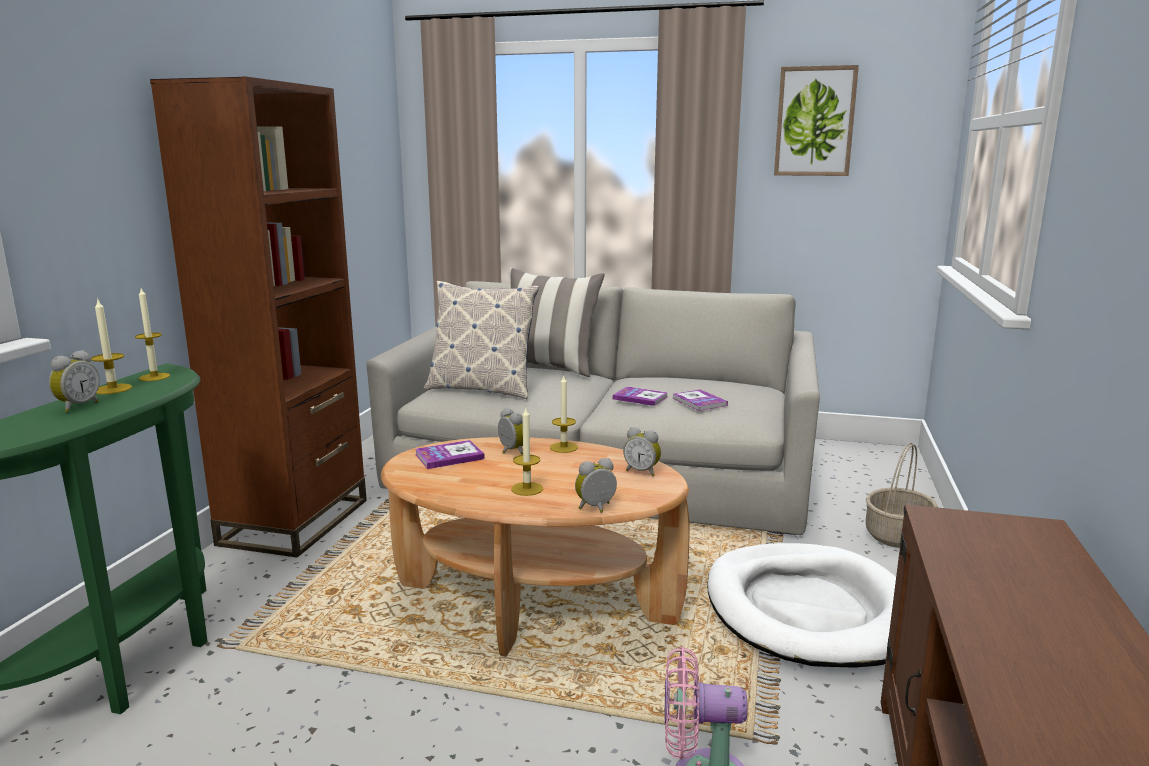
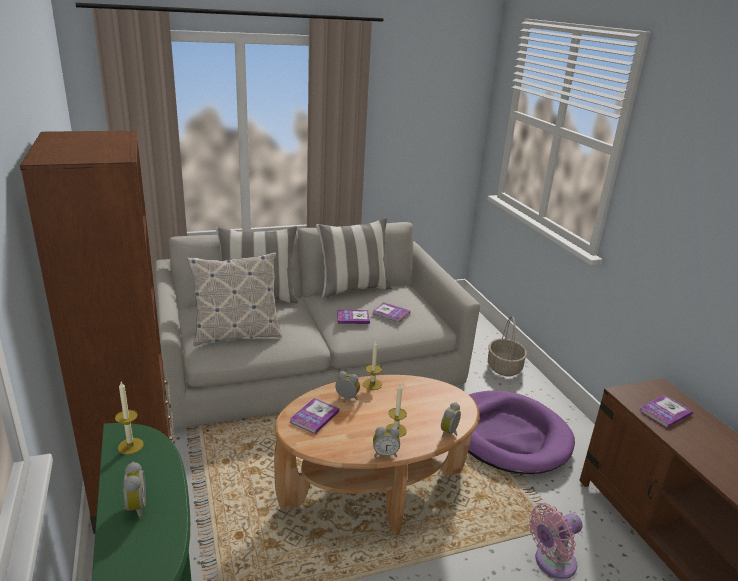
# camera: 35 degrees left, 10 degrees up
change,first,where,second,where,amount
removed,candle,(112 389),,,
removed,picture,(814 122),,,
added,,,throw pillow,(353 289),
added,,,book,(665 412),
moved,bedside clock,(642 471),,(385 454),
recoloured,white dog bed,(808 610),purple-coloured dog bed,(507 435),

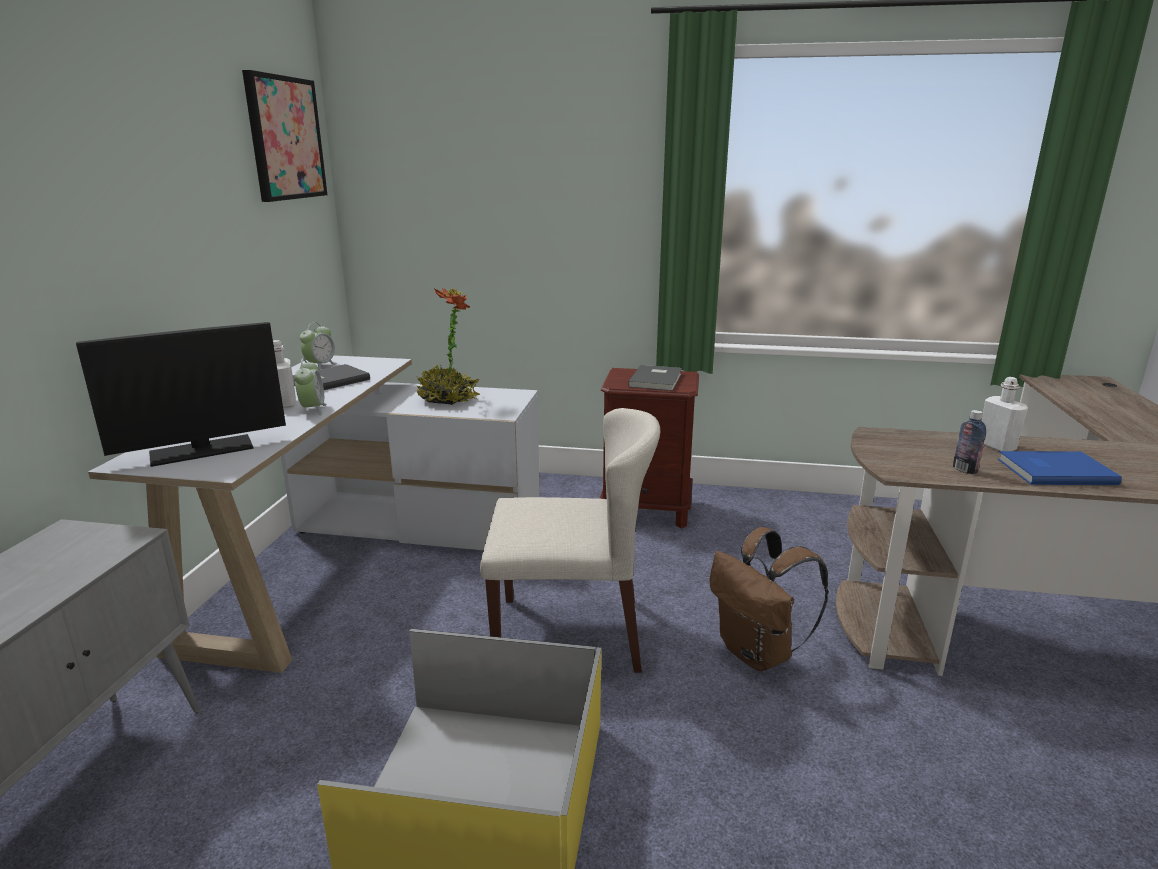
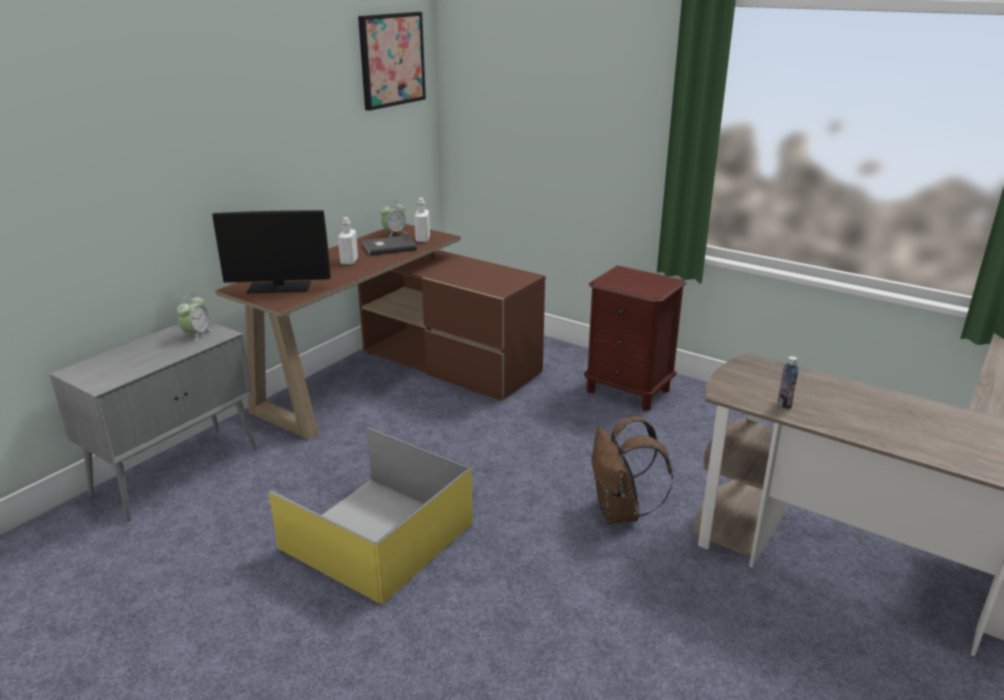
# camera: 25 degrees right, 5 degrees up
change,first,where,second,where,amount
removed,plant in a pot,(448 399),,,
removed,beige-coloured plain chair,(570 632),,,
removed,gray book,(657 380),,,
removed,blue book,(1053 470),,,
moved,bedside clock,(313 409),,(197 334),
moved,white beverage bottle,(996 446),,(422 239),
recoloured,white desk unit,(359 556),brownish desk unit,(395 378),

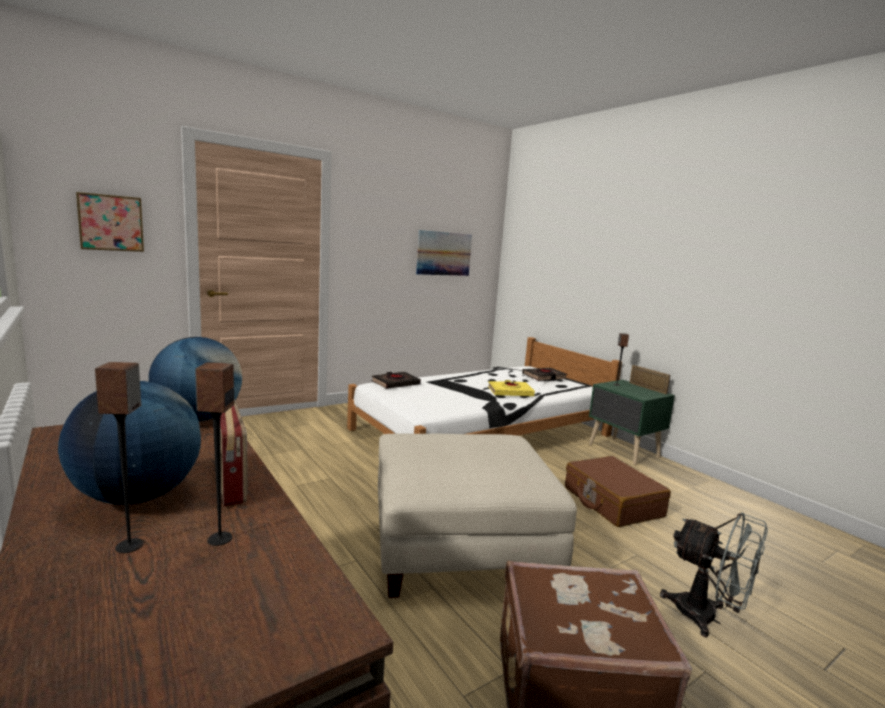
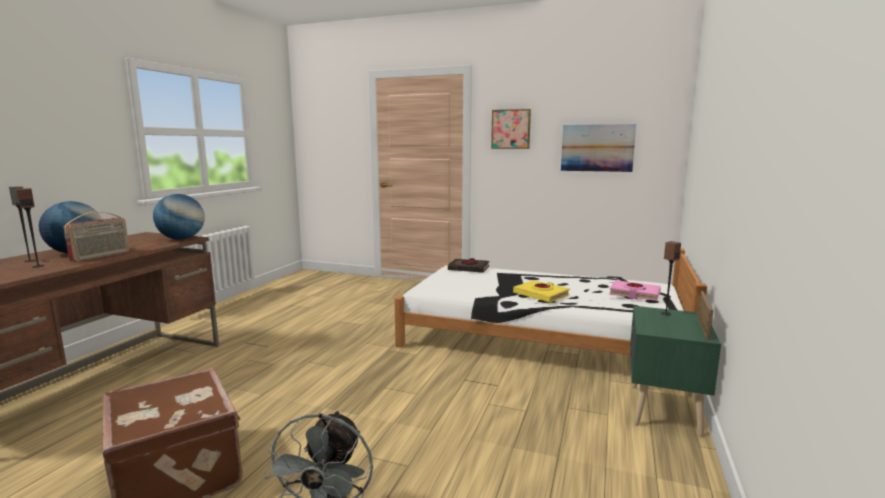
# camera: 55 degrees right, 0 degrees up
change,first,where,second,where,amount
removed,beige-coloured pouffe,(460 543),,,
removed,brownish piece of luggage,(612 502),,,
moved,picture,(111 223),,(511 129),
recoloured,blackish book,(544 377),pink book,(634 294),

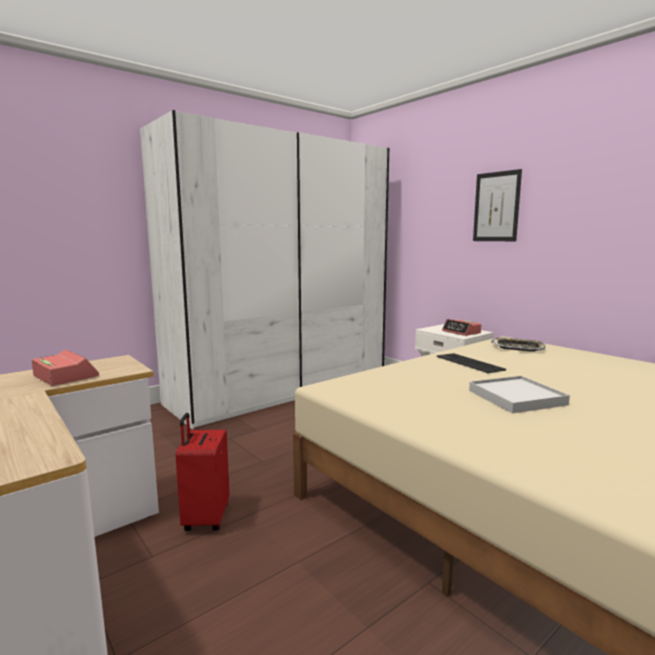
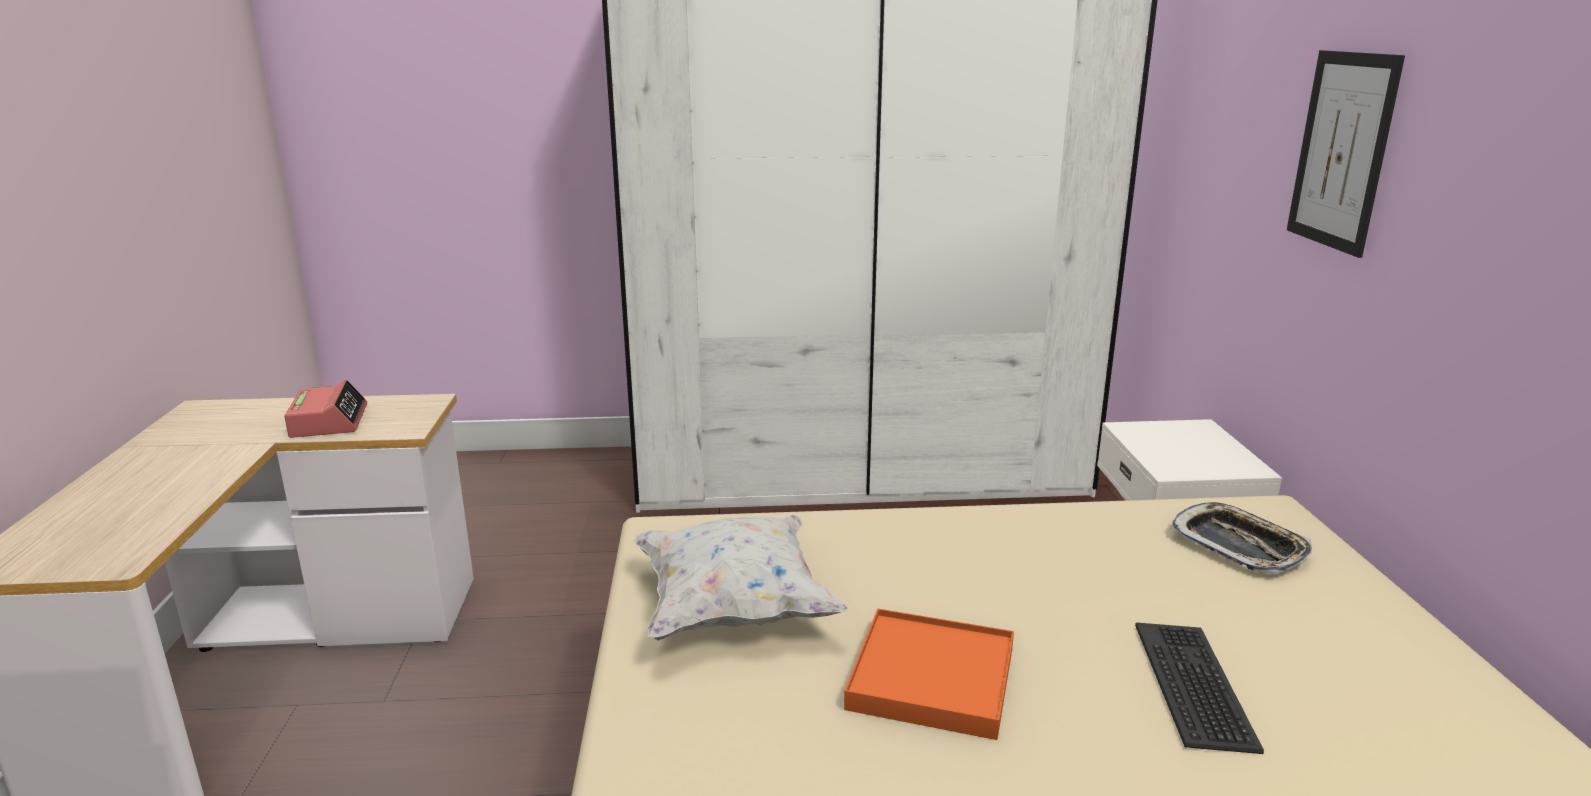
# camera: 35 degrees right, 10 degrees up
change,first,where,second,where,amount
removed,red-coloured piece of luggage,(205 518),,,
removed,bedside clock,(461 332),,,
added,,,white throw pillow,(733 608),
moved,PC keyboard,(470 363),,(1195 685),
recoloured,white serving tray,(516 397),orange serving tray,(931 678),

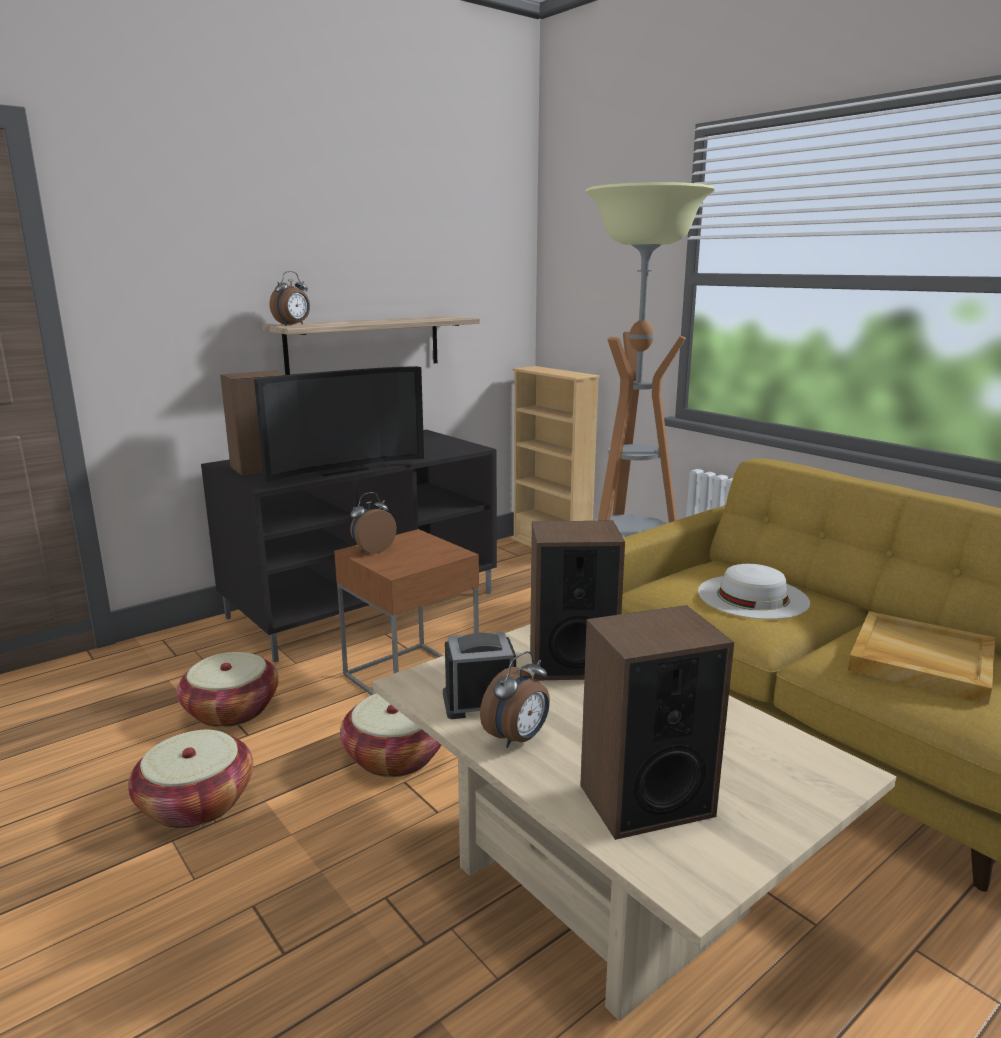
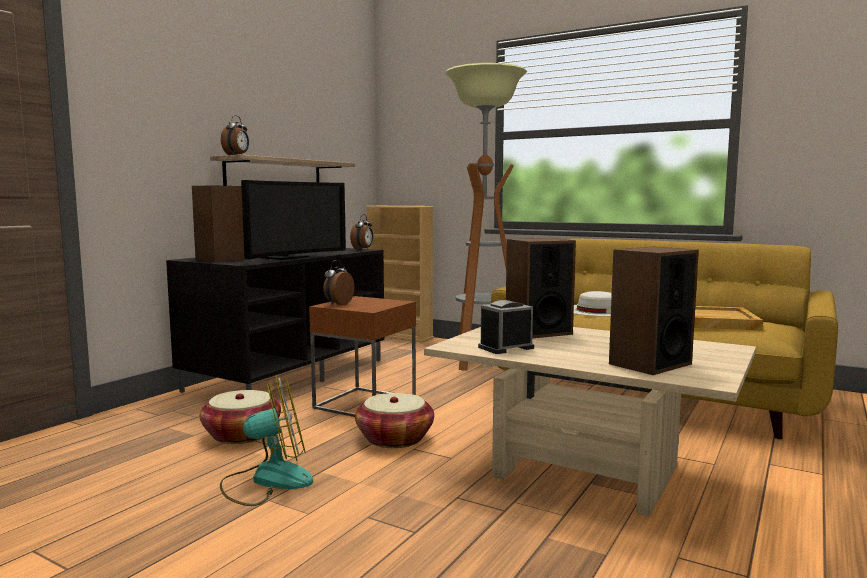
# camera: 20 degrees left, 10 degrees down
change,first,where,second,where,amount
moved,bedside clock,(518 738),,(363 249),
replaced,household basket,(196 803),fan,(267 480),

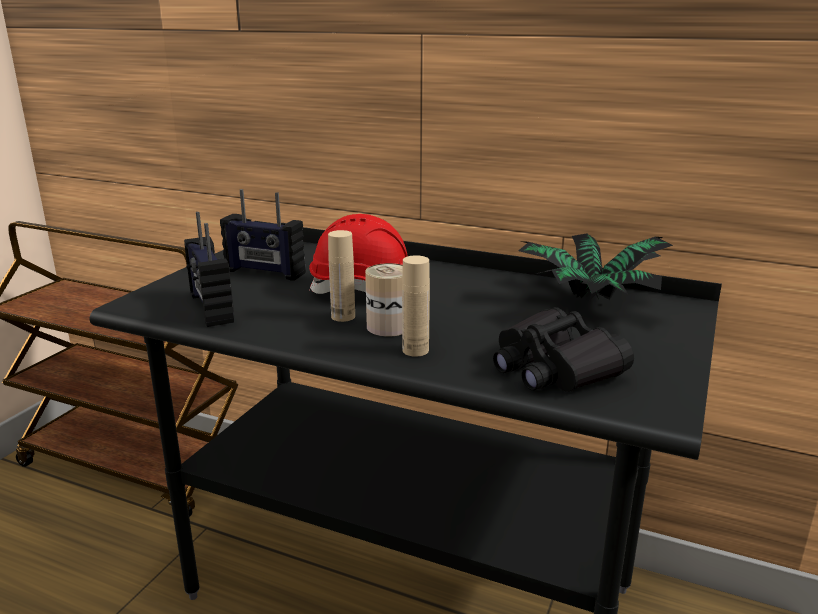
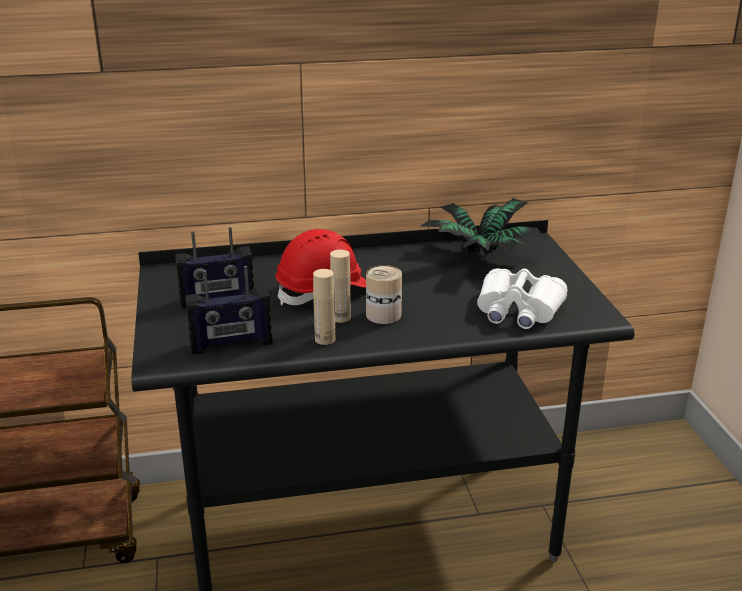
# camera: 35 degrees left, 5 degrees up
change,first,where,second,where,amount
moved,beige-coloured beverage bottle,(415 350),,(325 339),
recoloured,blackish field glasses,(553 368),white field glasses,(518 310),
turned,radio,(210 308),,(231 344),45 degrees counterclockwise

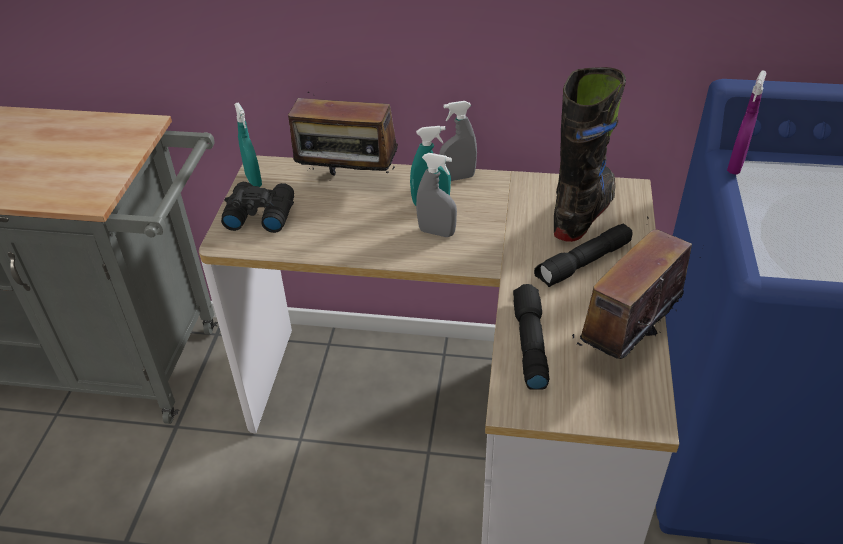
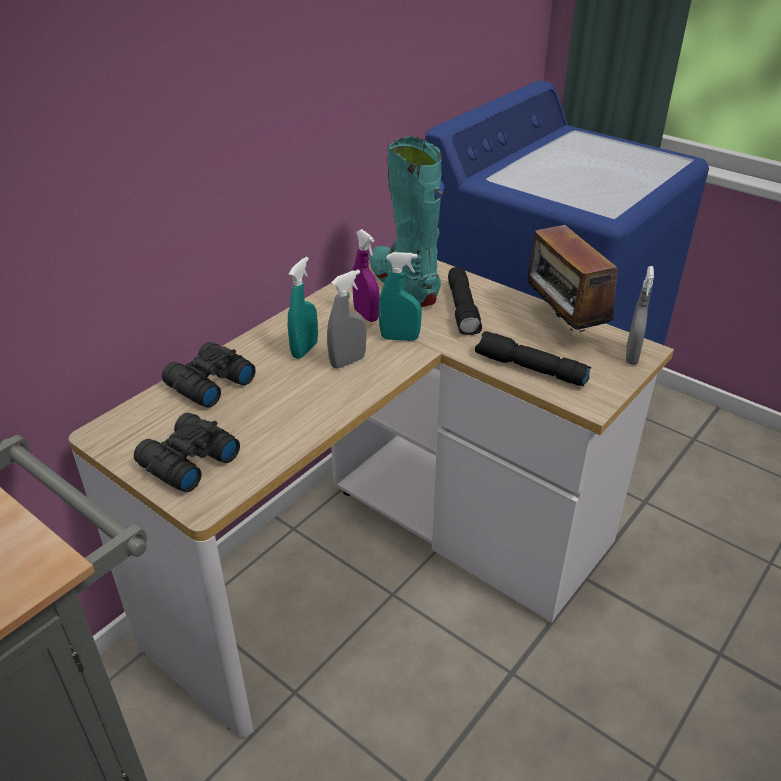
# camera: 60 degrees left, 5 degrees down
change,first,where,second,where,amount
moved,turquoise-coloured sprayer,(253 180),,(399 338),
moved,gray sprayer,(457 177),,(631 356),
moved,purple-coloured sprayer,(735 166),,(366 315),
replaced,radio,(347 181),blackish field glasses,(208 384),
recoloured,blackish high-top boot,(583 212),turquoise-coloured high-top boot,(404 285),

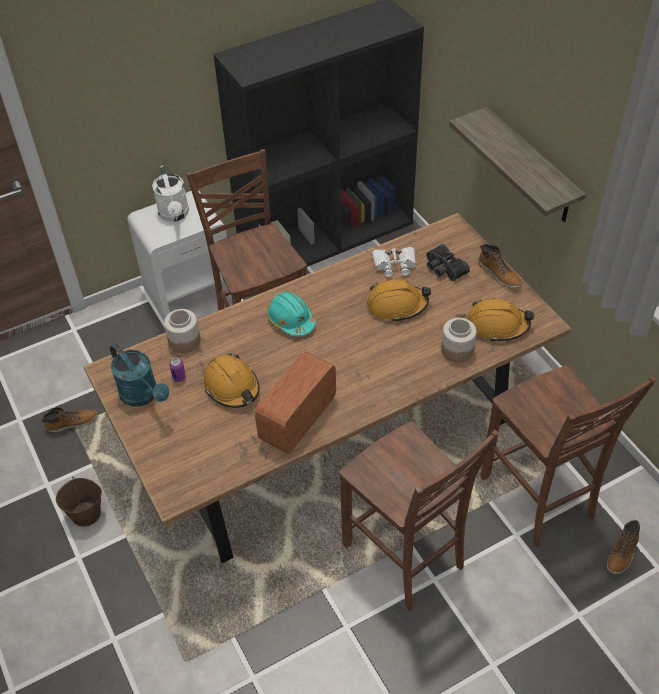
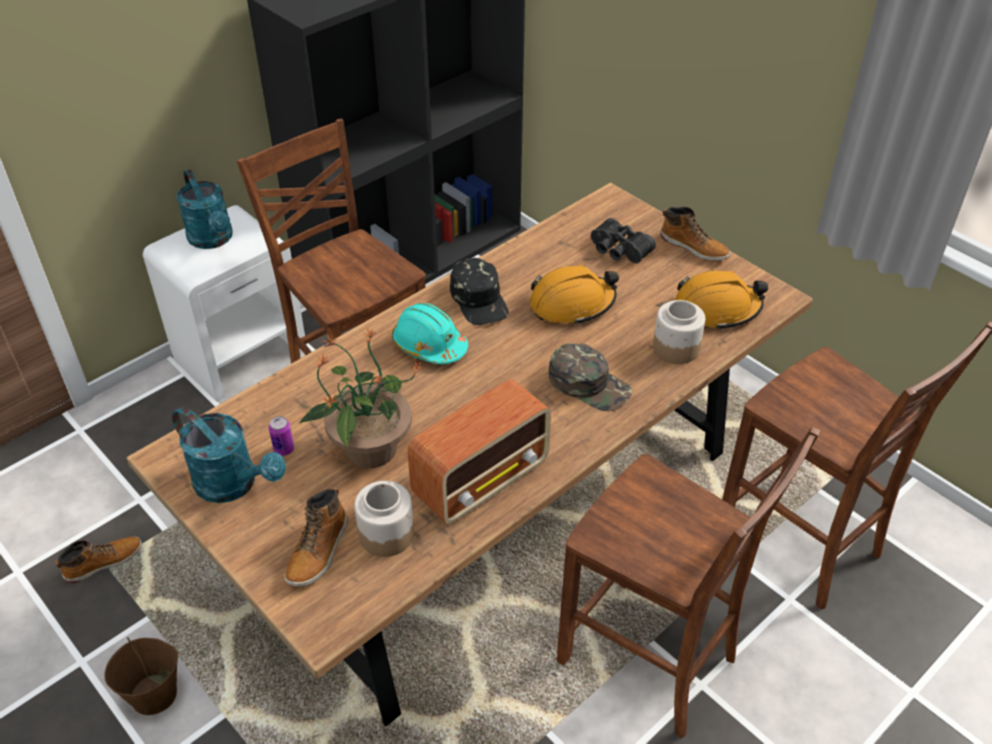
# camera: 15 degrees left, 5 degrees down
change,first,where,second,where,amount
removed,white field glasses,(394 264),,,
removed,wall shelf,(530 167),,,
added,,,blackish baseball cap,(479 299),
added,,,greenish baseball cap,(589 384),
moved,jar,(184 340),,(386 534),
moved,high-top boot,(622 553),,(319 551),
replaced,orange hard hat,(232 387),plant in a pot,(369 449),
recoloured,white watering can,(175 215),turquoise-coloured watering can,(213 240),
turned,radio,(297 420),,(482 479),150 degrees counterclockwise

